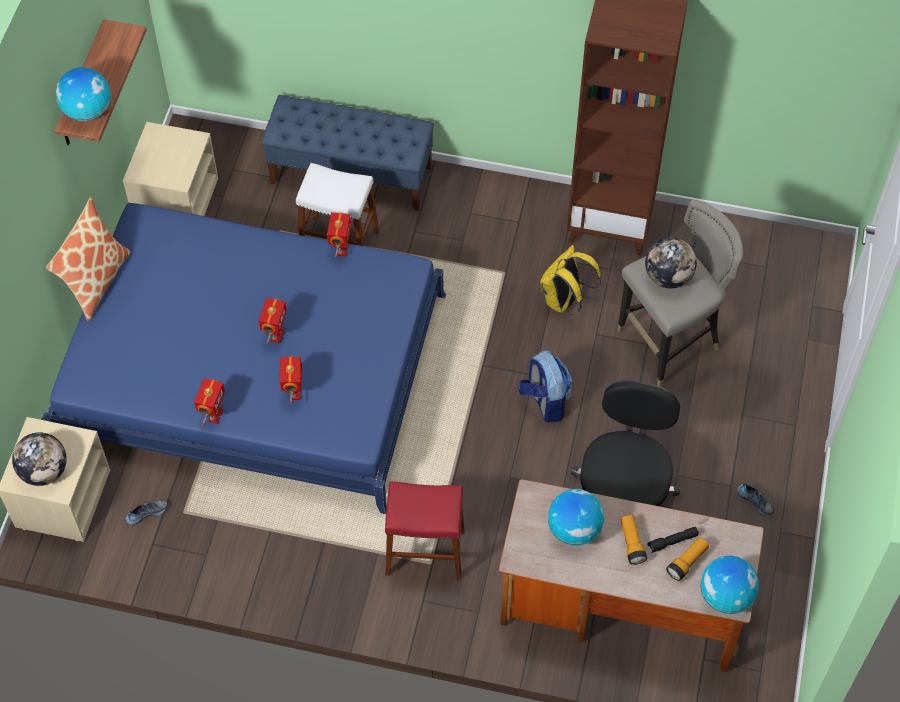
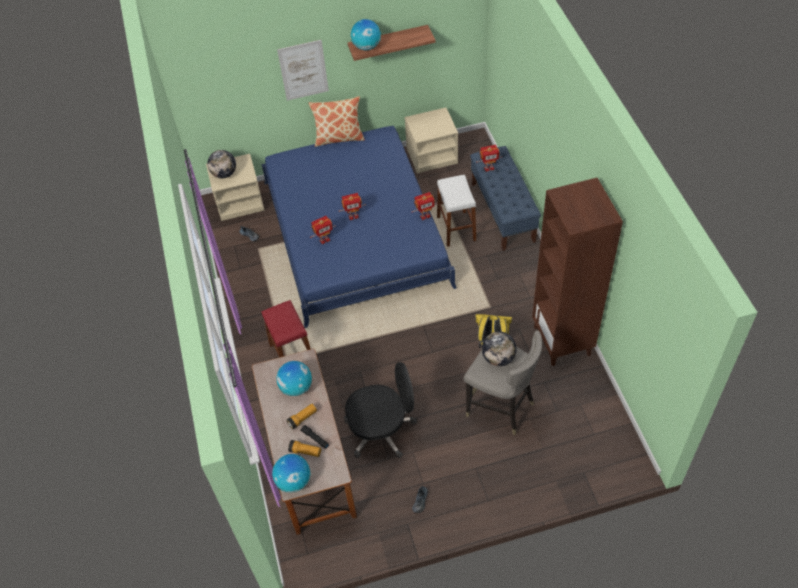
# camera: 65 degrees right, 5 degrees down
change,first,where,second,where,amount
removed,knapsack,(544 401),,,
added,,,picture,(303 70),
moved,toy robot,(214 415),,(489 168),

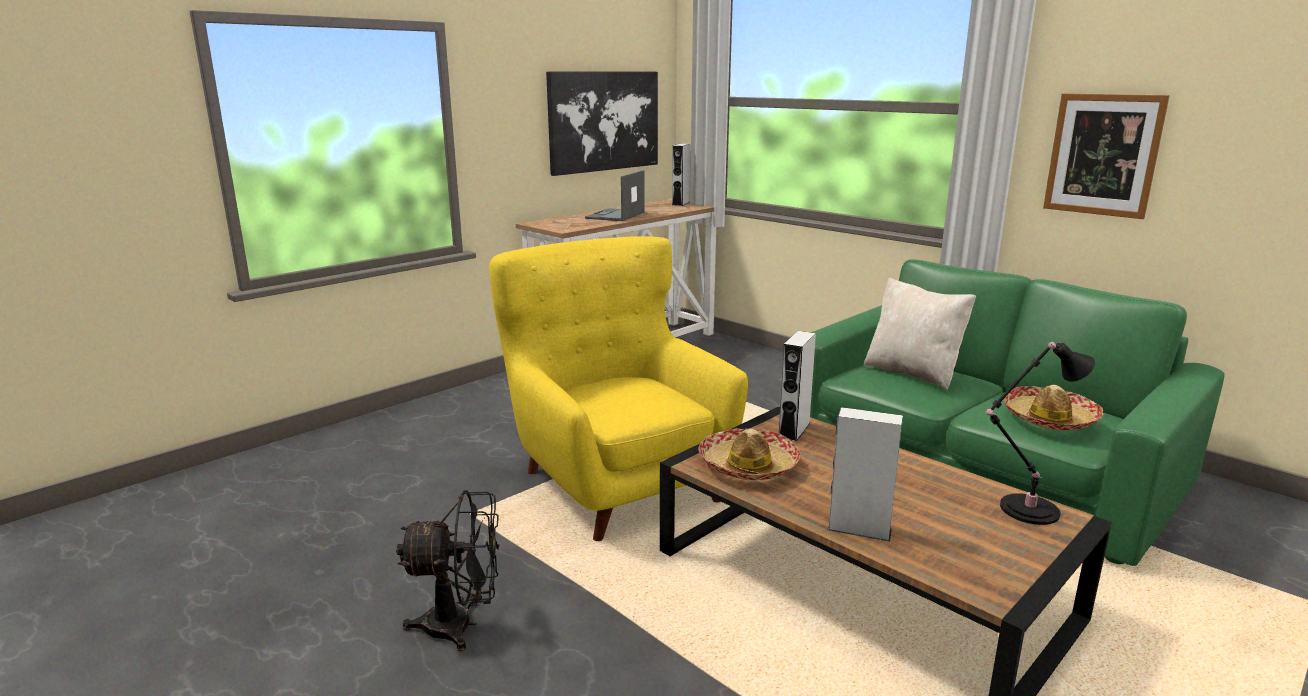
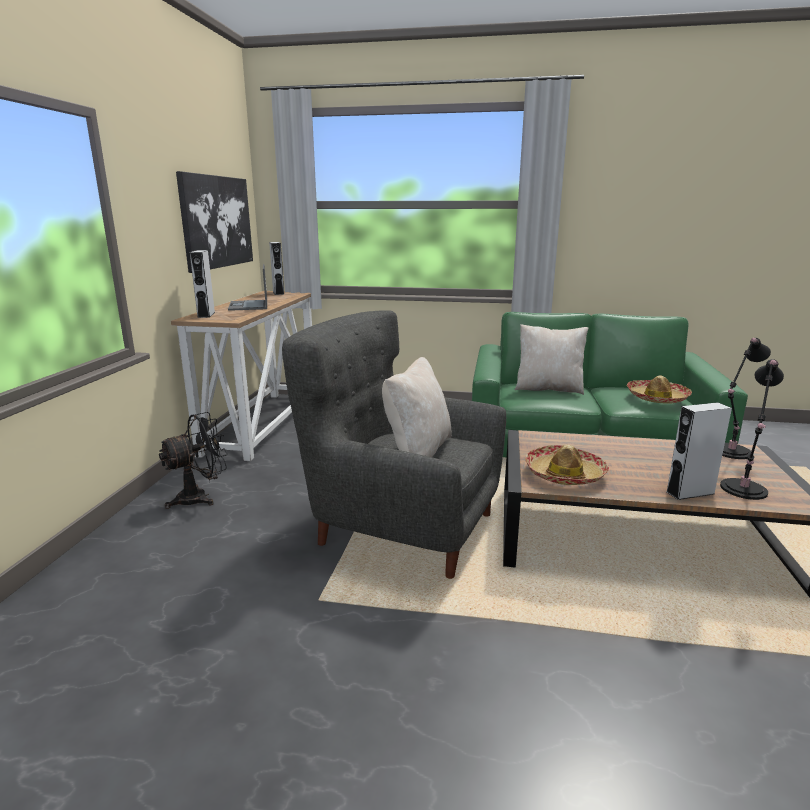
# camera: 35 degrees left, 0 degrees up
change,first,where,second,where,amount
removed,picture,(1103 155),,,
added,,,beige-coloured throw pillow,(417 452),
added,,,blackish tabletop lamp,(743 491),
moved,blackish fan,(461 625),,(200 497),
moved,gray loudspeaker,(794 430),,(206 315),
recoloured,yellowish easy chair,(617 482),gray easy chair,(400 527),

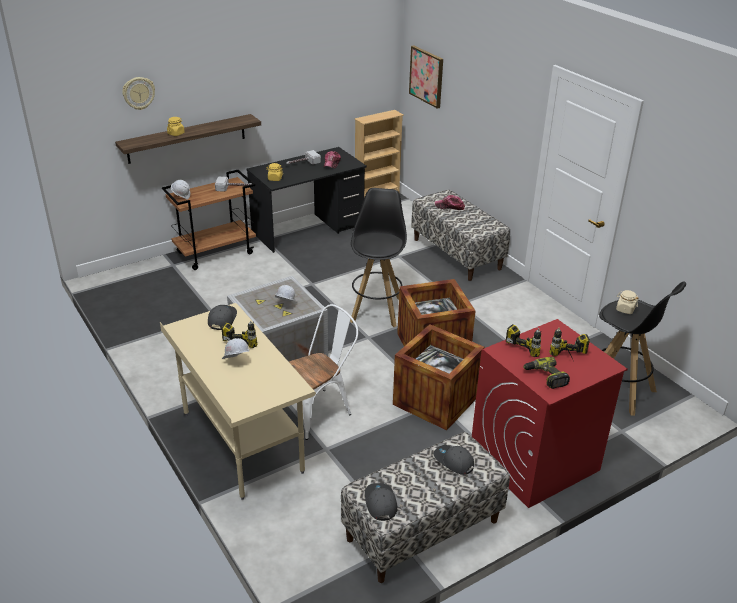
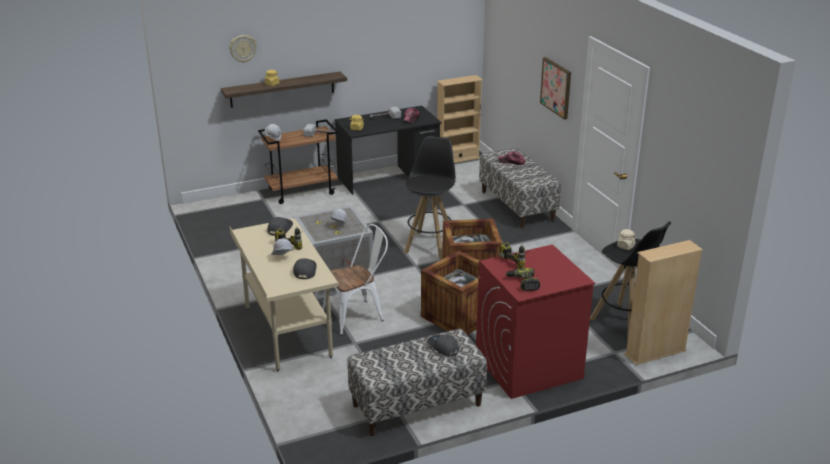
# camera: 10 degrees right, 5 degrees down
change,first,where,second,where,amount
removed,electric drill,(570 361),,,
added,,,beige-coloured bookshelf,(655 353),
moved,gray baseball cap,(380 503),,(304 270),
moved,picture,(426 76),,(556 87),

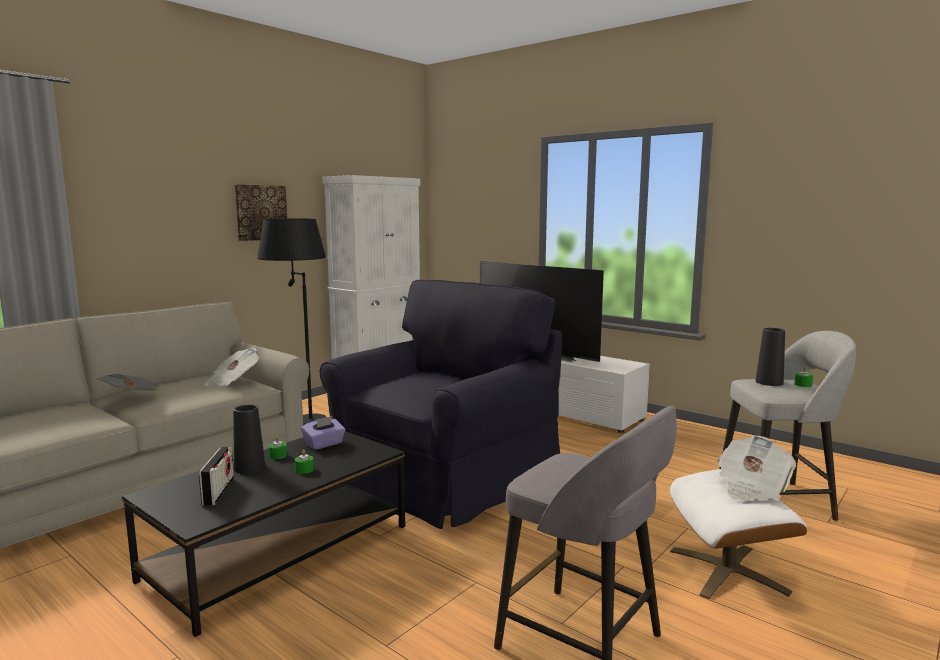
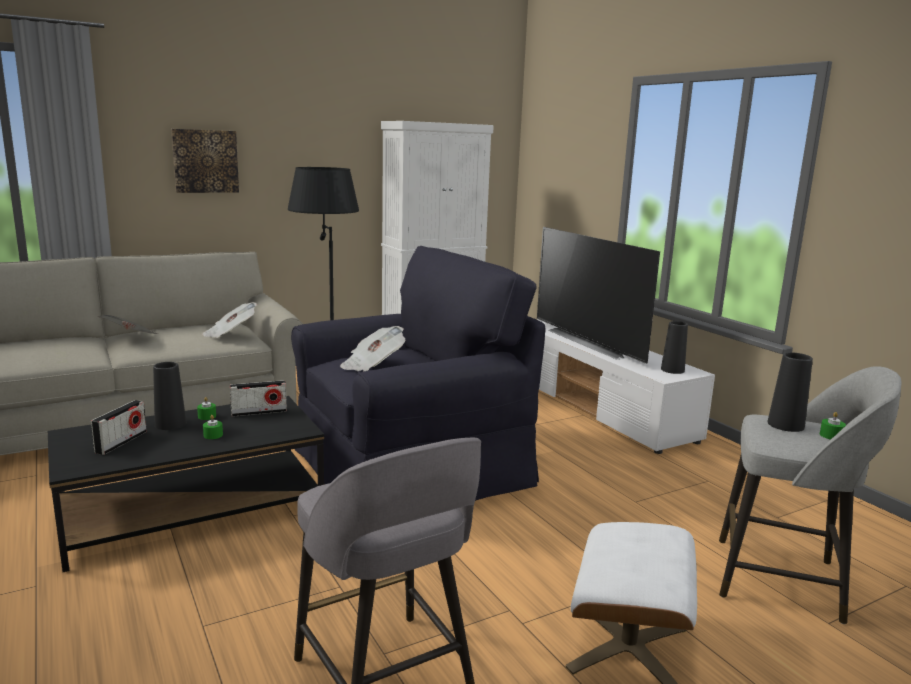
# camera: 20 degrees right, 5 degrees up
change,first,where,second,where,amount
added,,,blackish decorative vase,(672 370),
moved,picture,(261 212),,(205 161),
moved,newspaper,(752 487),,(372 365),
replaced,purple-coloured tissue holder,(324 444),radio,(259 412),

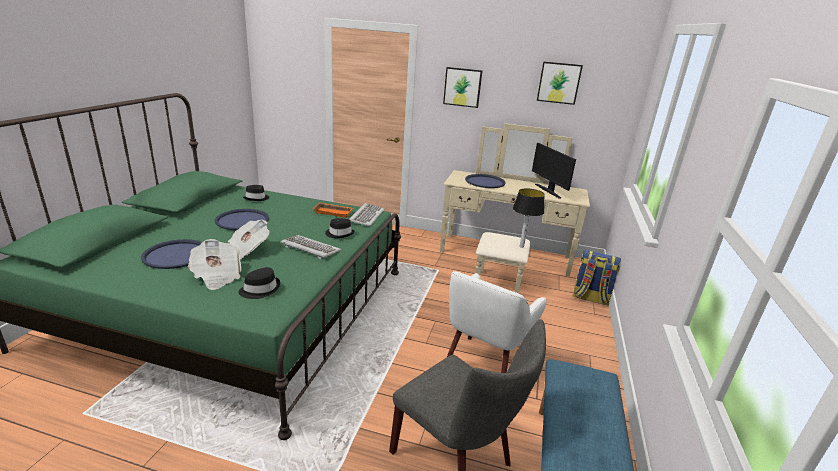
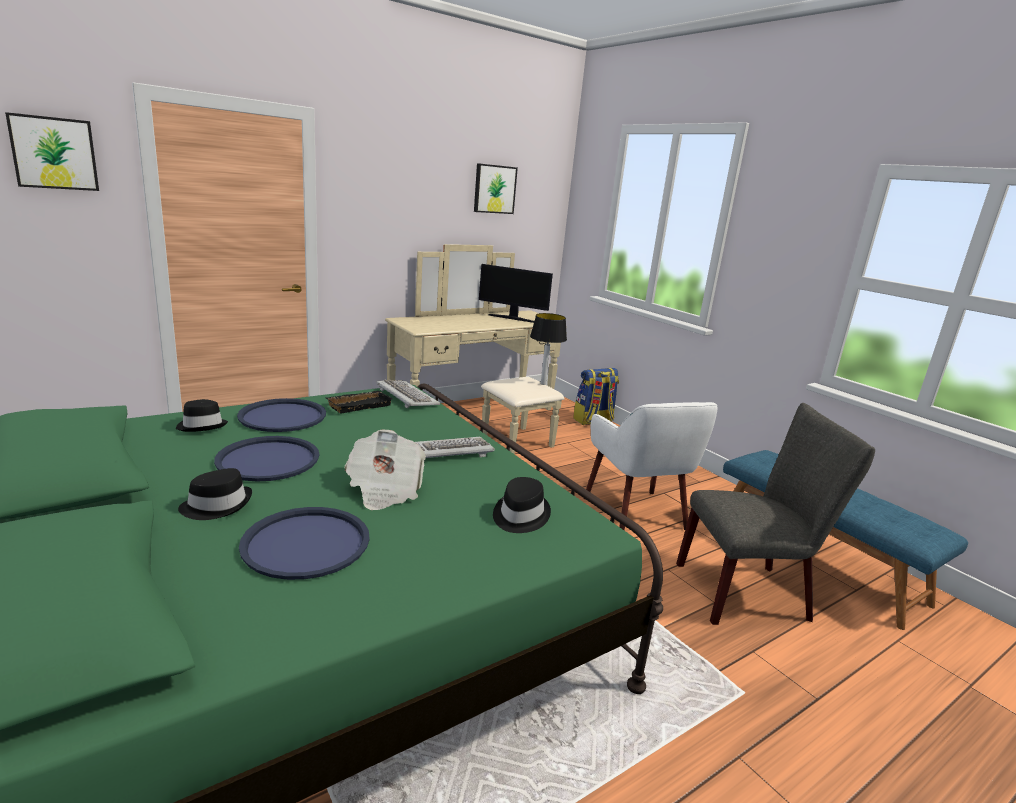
# camera: 50 degrees left, 5 degrees down
change,first,where,second,where,amount
removed,newspaper,(217 276),,,
moved,blackish clothing hat,(339 233),,(217 505),
moved,picture,(462 87),,(54 153),
moved,blue serving tray,(485 182),,(282 416),
recoloured,orange serving tray,(334 212),blackish serving tray,(359 405),

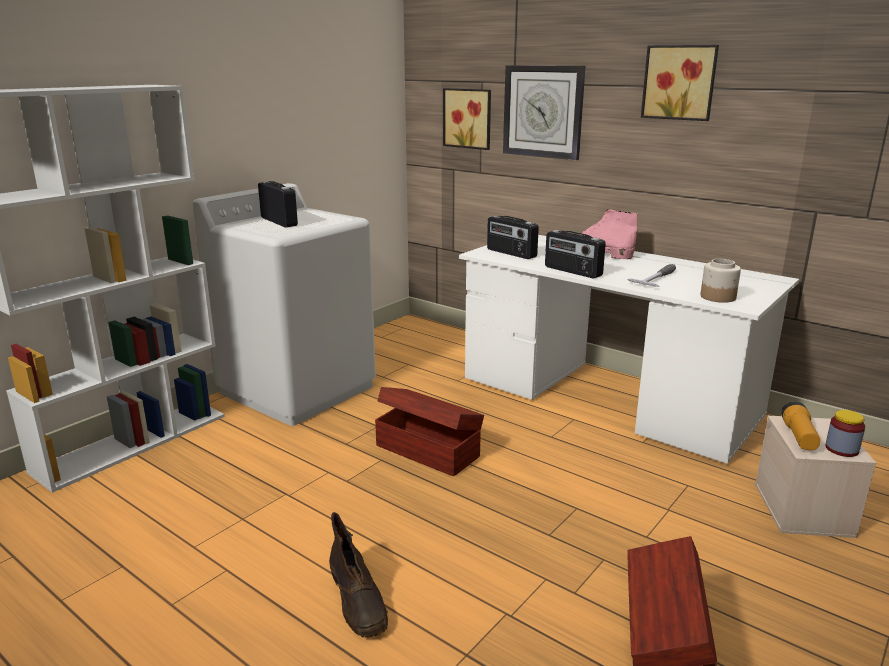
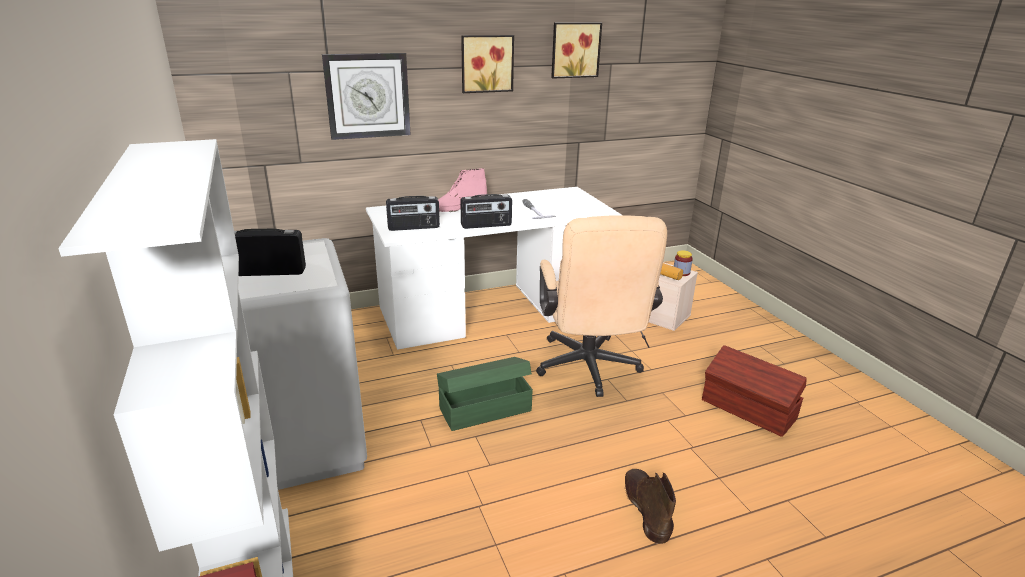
# camera: 60 degrees left, 5 degrees up
change,first,where,second,where,amount
removed,jar,(718 297),,,
added,,,beige-coloured desk chair,(589 370),
moved,picture,(468 118),,(574 50),
recoloured,brownish storage box,(427 450),greenish storage box,(484 409),
turned,brownish high-top boot,(358 601),,(646 508),105 degrees counterclockwise

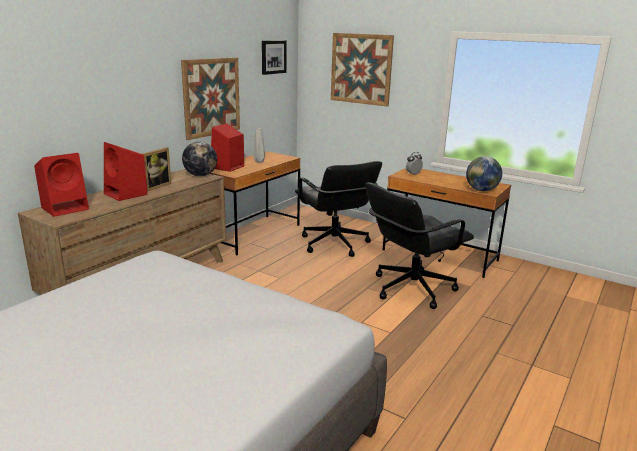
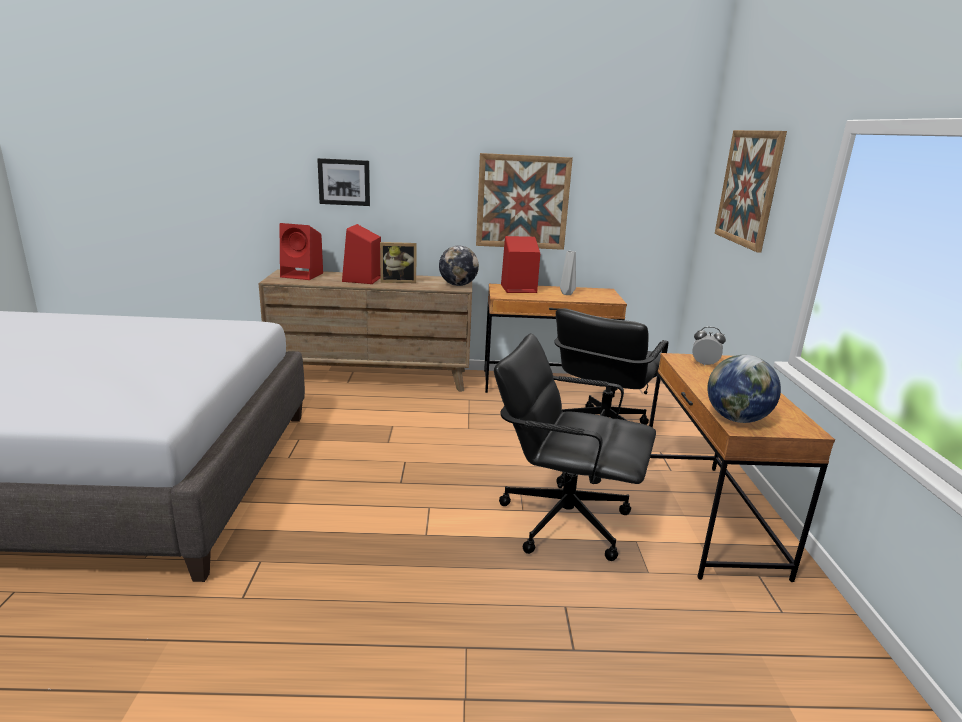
# camera: 55 degrees right, 0 degrees up
change,first,where,second,where,amount
moved,picture,(273 57),,(344 182),

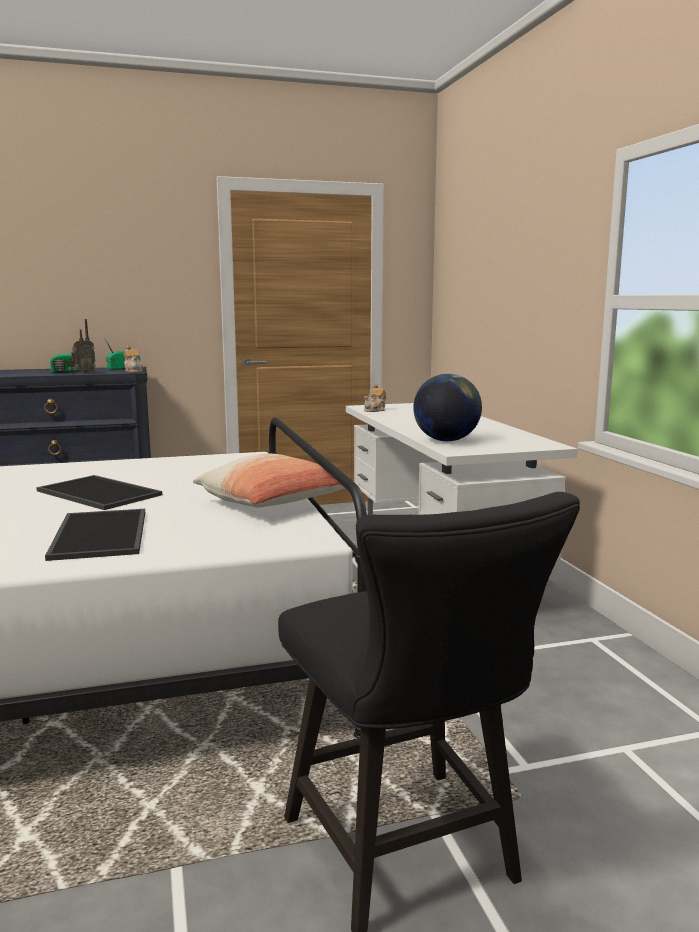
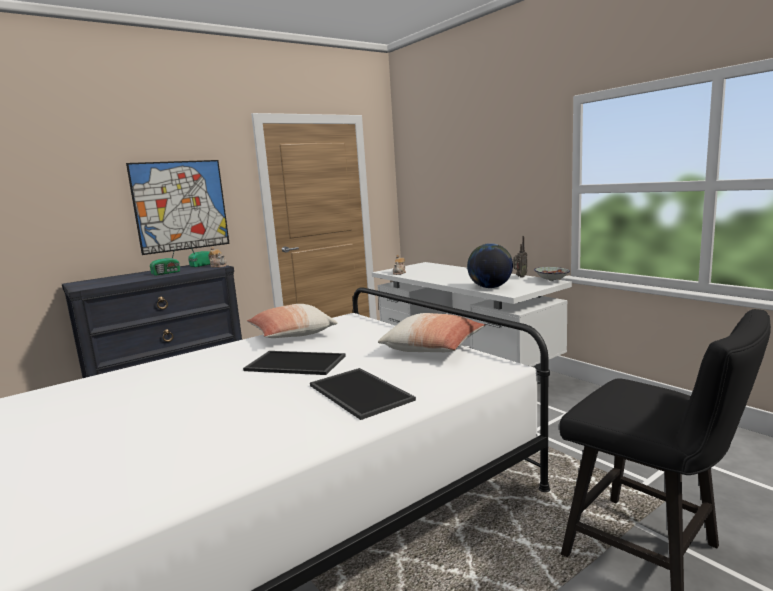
# camera: 20 degrees left, 0 degrees up
change,first,where,second,where,amount
added,,,picture,(180 206),
added,,,throw pillow,(291 335),
added,,,deep dish,(551 281),
moved,radio,(84 373),,(519 277),

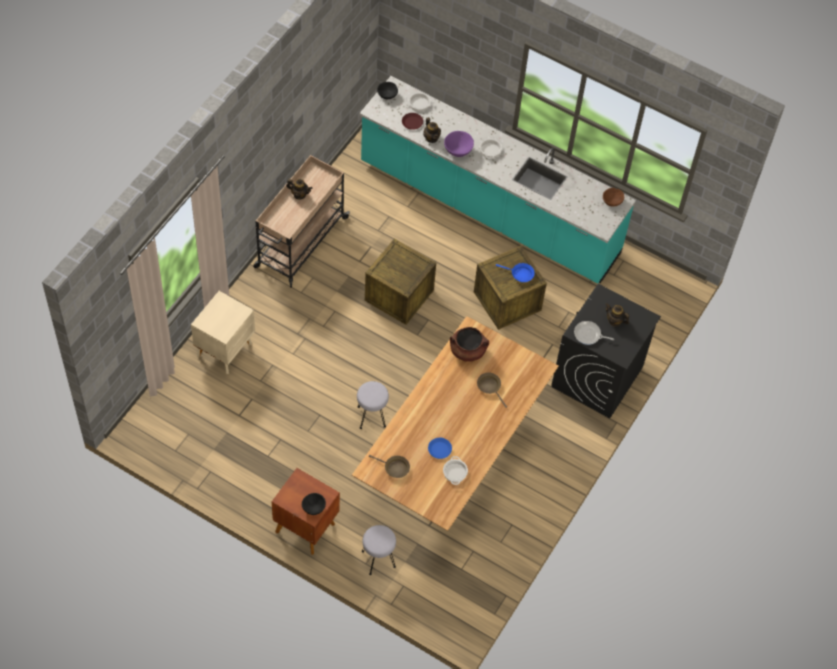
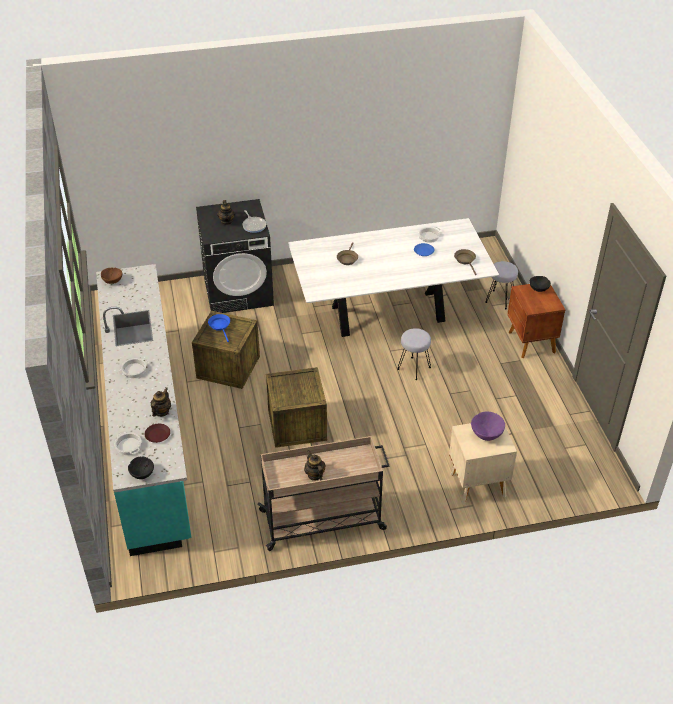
# camera: 130 degrees left, 15 degrees down
change,first,where,second,where,amount
removed,brownish cooking pot,(467 351),,,
moved,purple-coloured deep dish,(458 151),,(486 435),
recoloured,brownish dining table,(452 458),white dining table,(388 314),

